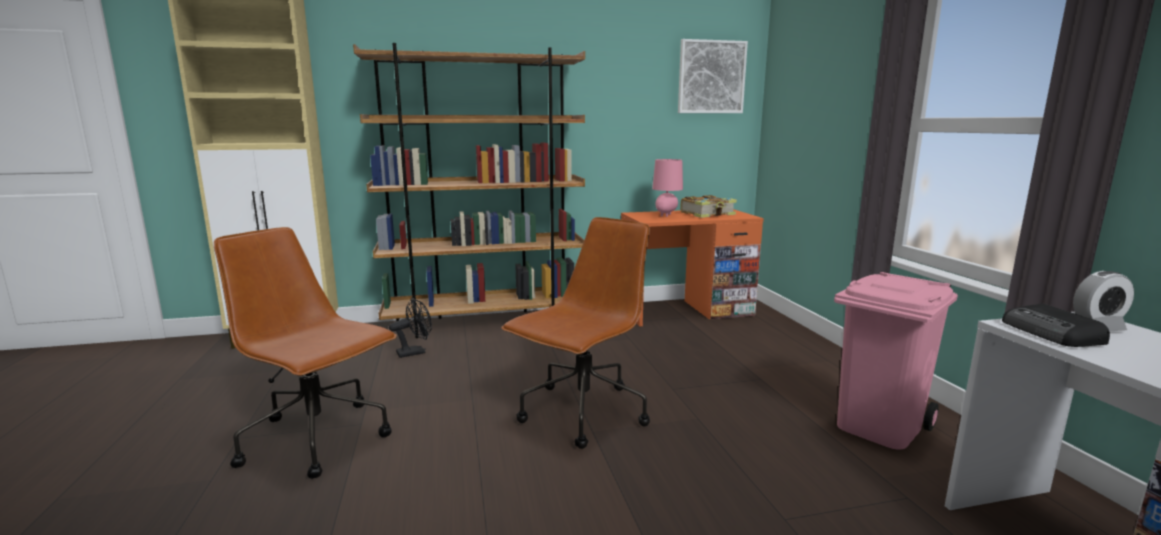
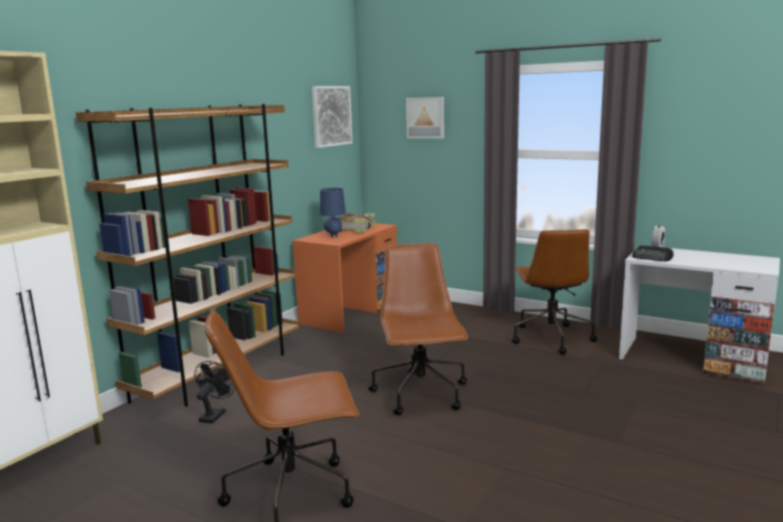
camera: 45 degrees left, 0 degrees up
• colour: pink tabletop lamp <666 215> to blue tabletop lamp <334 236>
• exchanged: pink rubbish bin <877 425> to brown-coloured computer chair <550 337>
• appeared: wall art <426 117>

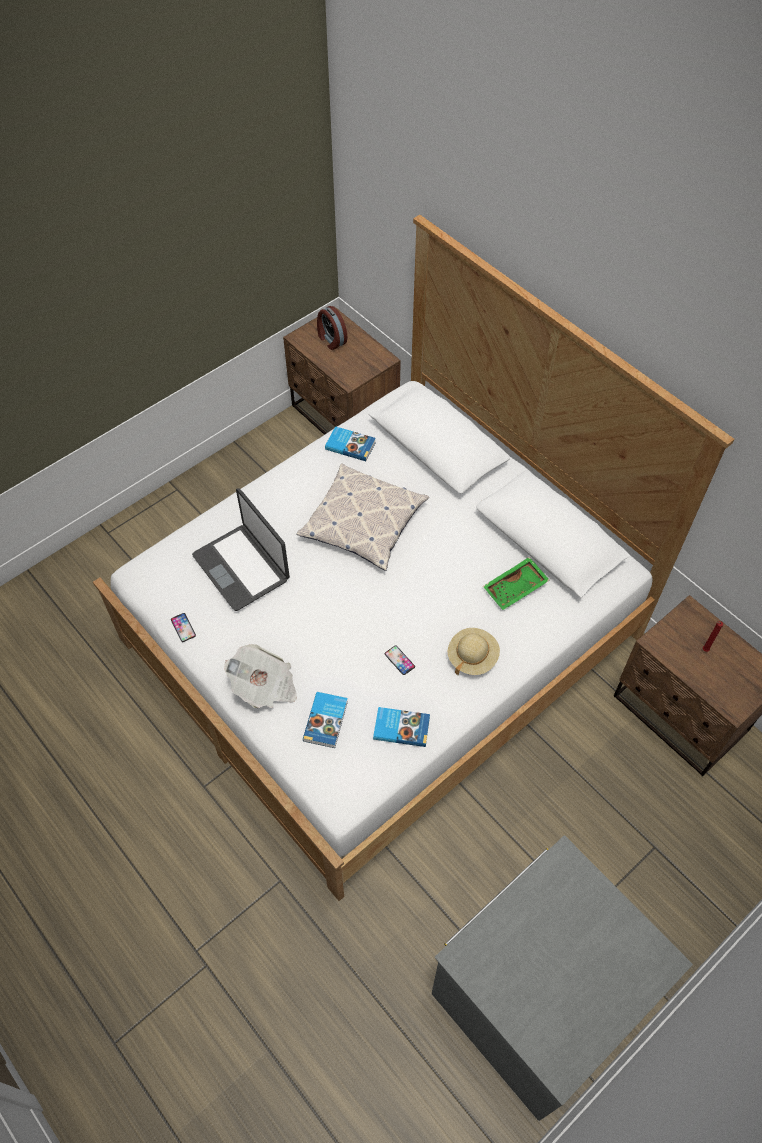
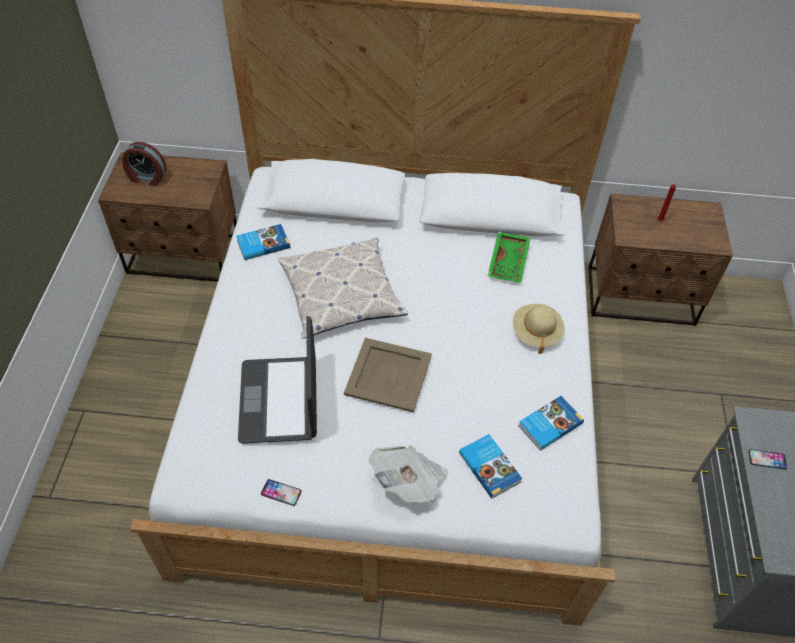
camera: 45 degrees left, 5 degrees down
• spun: portable computer <242 567> = <280 400> 75 degrees clockwise
• relocated: handset <399 660> to <767 459>
• appeared: beige carrying tray <387 375>

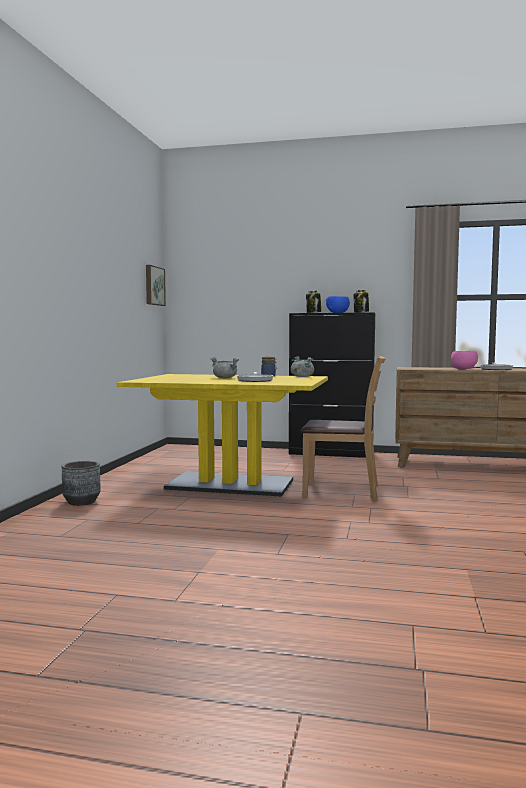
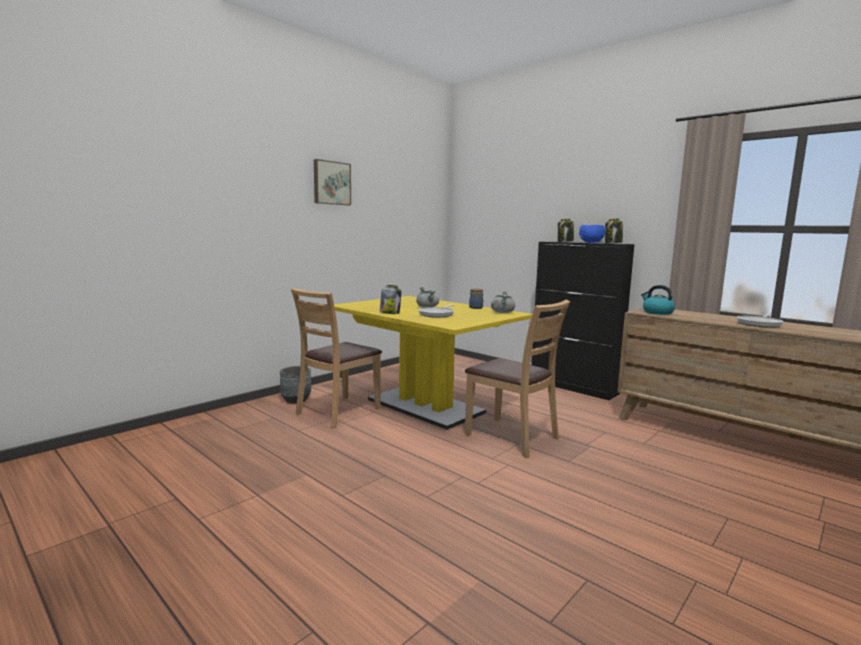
camera: 30 degrees right, 5 degrees up
• relocated: wall art <153 286> to <331 183>
• missing: pink deep dish <464 369>
• appeared: brown-coloured chair <338 411>
• appeared: storage jar <390 313>
• appeared: tea kettle <657 312>

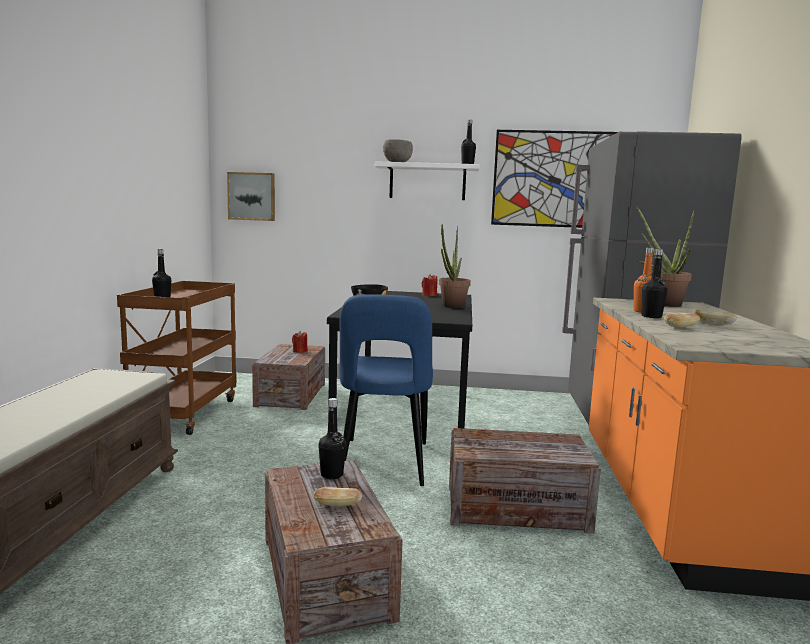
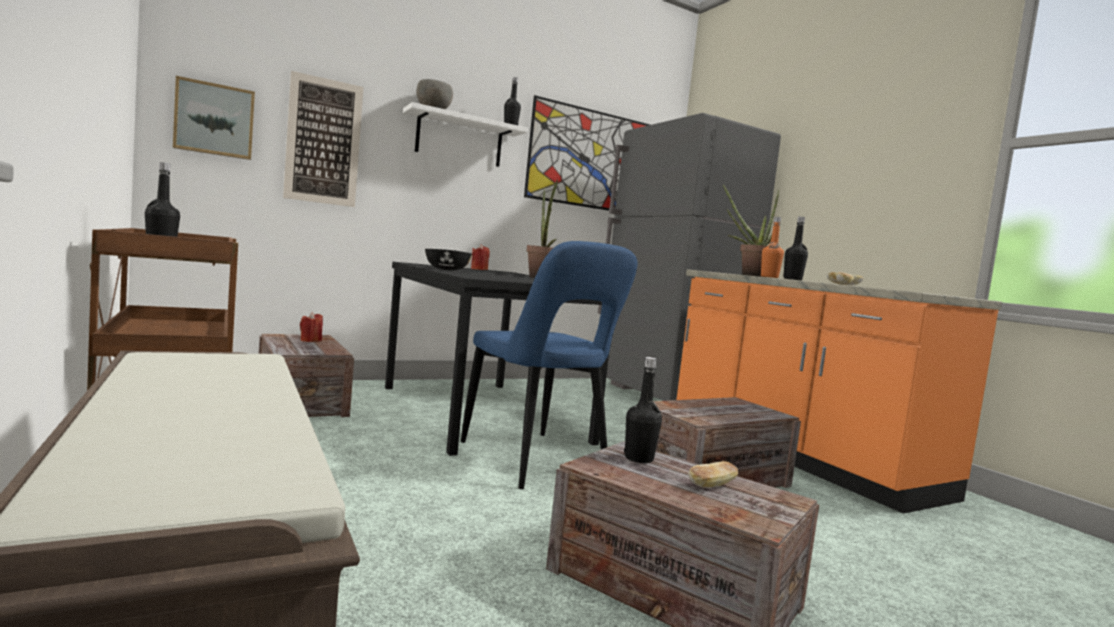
camera: 35 degrees left, 5 degrees down
• appeared: wall art <323 141>

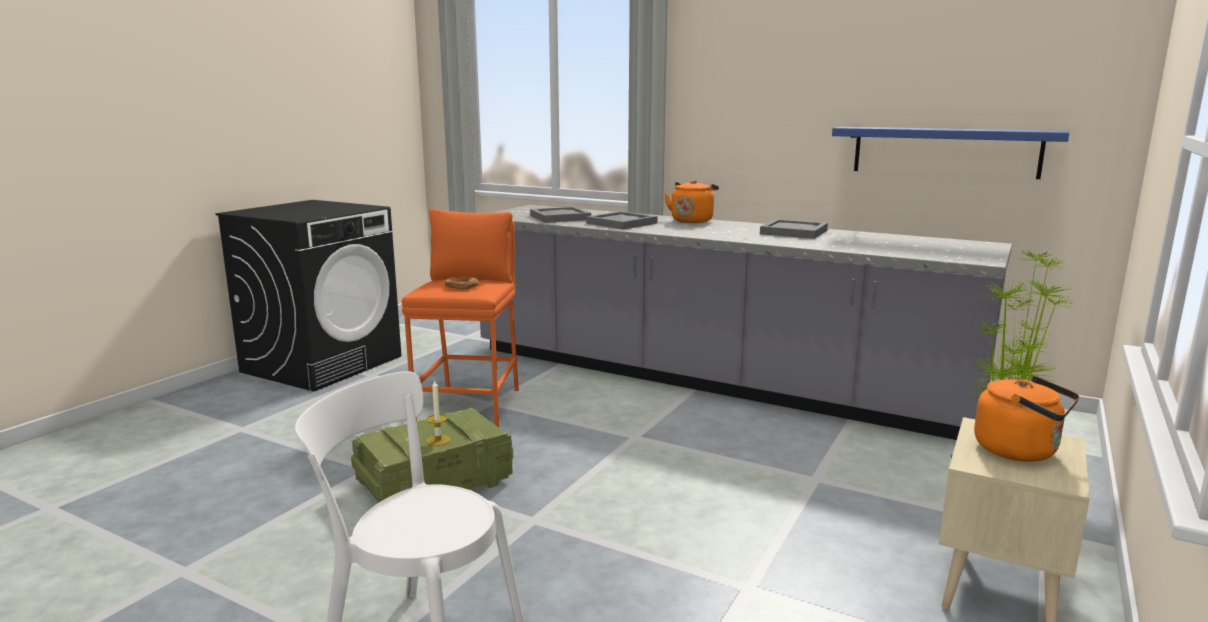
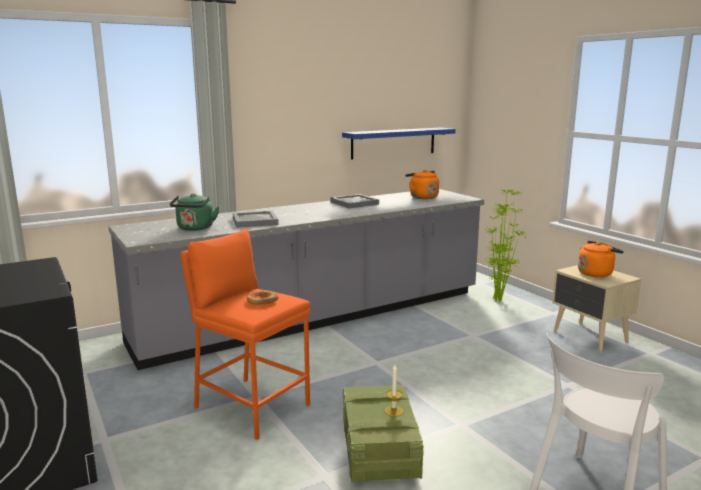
camera: 60 degrees left, 0 degrees up
• exchanged: grey carrying tray <559 217> to green-coloured tea kettle <195 228>
• relocated: orange tea kettle <692 220> to <422 197>

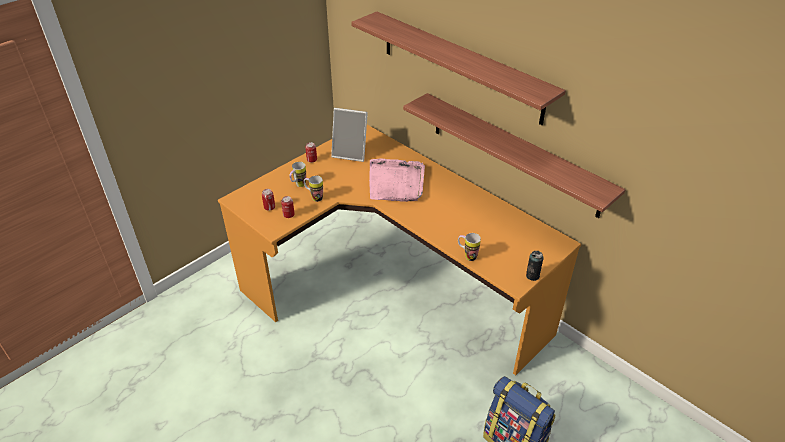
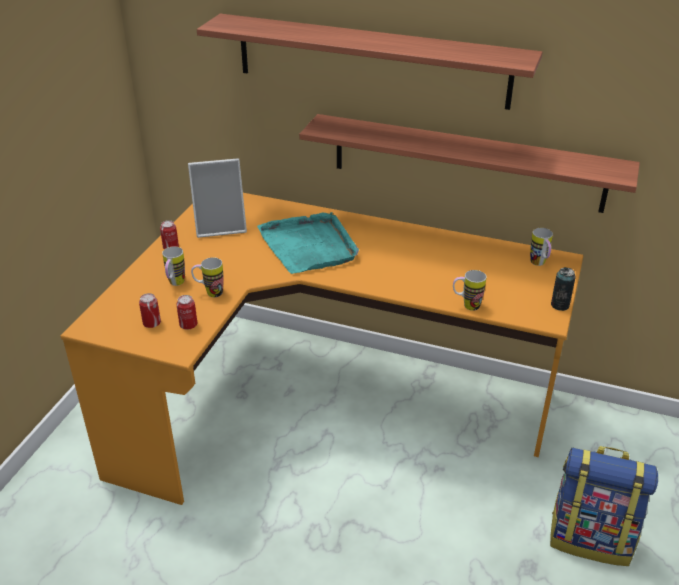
camera: 25 degrees left, 5 degrees down
• colour: pink carrying tray <396 182> to turquoise carrying tray <309 246>
• appeared: coffee mug <539 264>

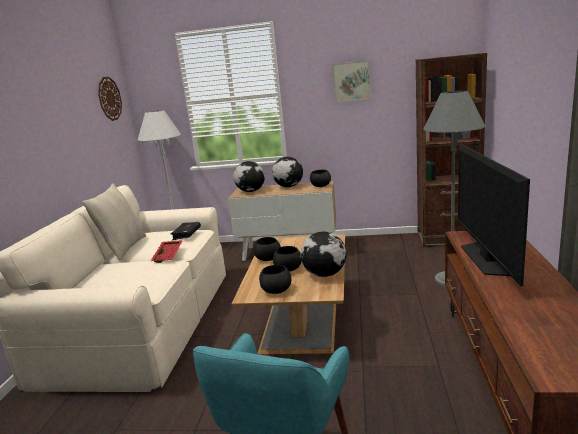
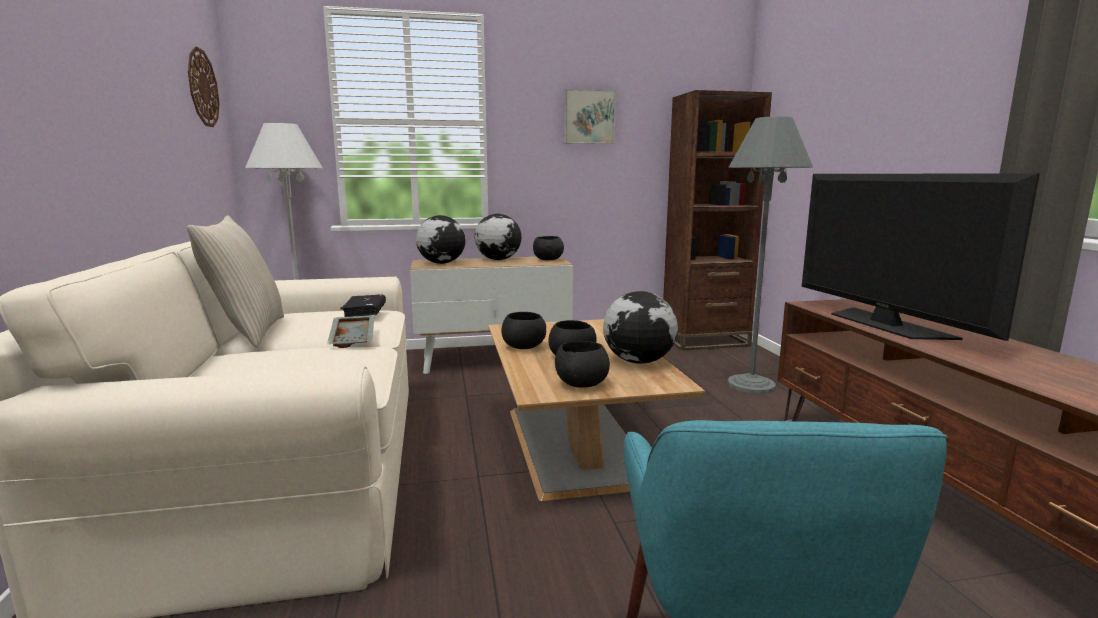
camera: 20 degrees left, 5 degrees down
• colour: reddish carrying tray <168 255> to grey carrying tray <354 339>

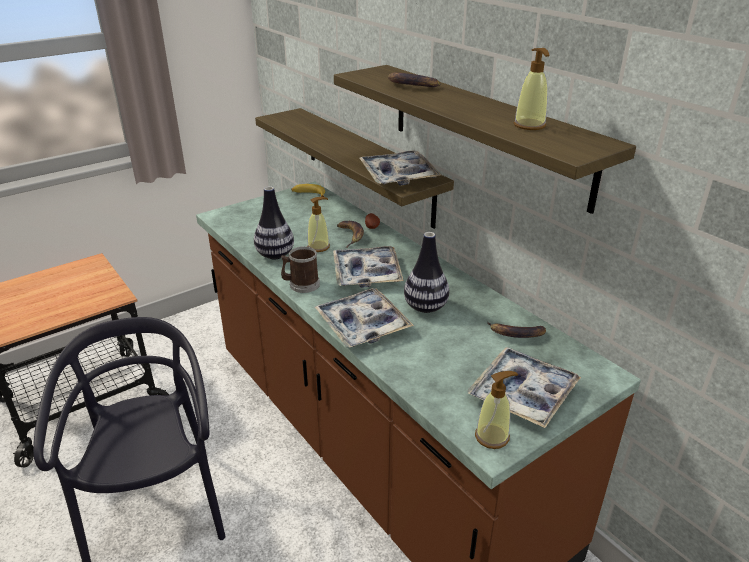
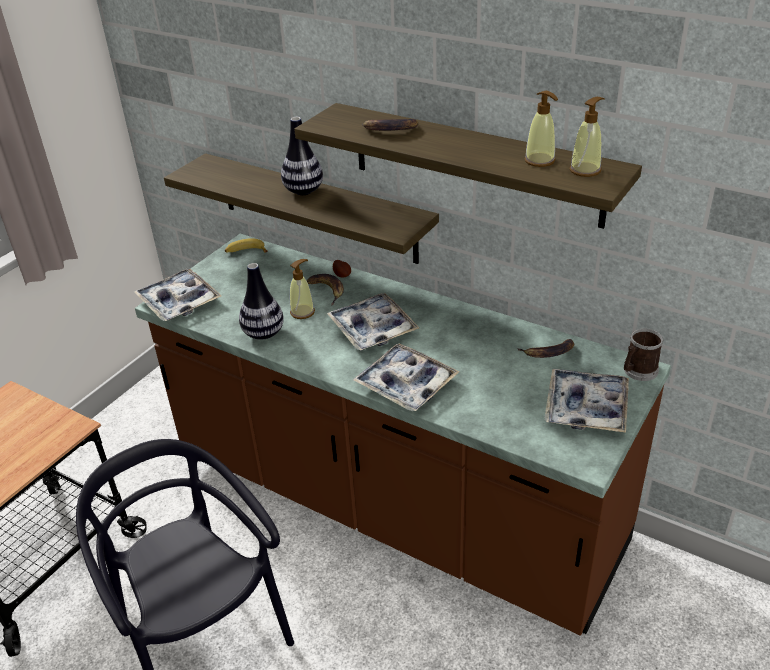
camera: 20 degrees left, 5 degrees up
• relocated: coffee mug <301 285> to <638 371>
• relocated: carrying tray <398 175> to <179 302>
• relocated: vase <425 307> to <303 191>
• relocated: soap bottle <492 436> to <585 170>

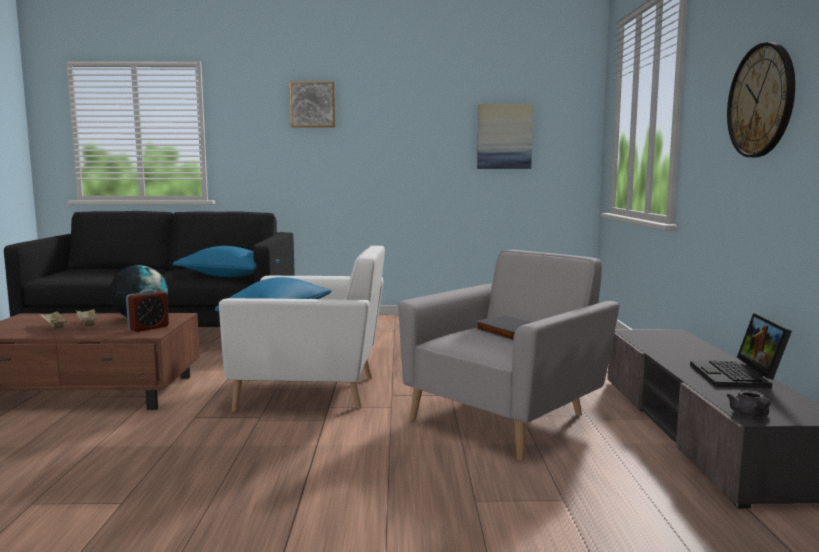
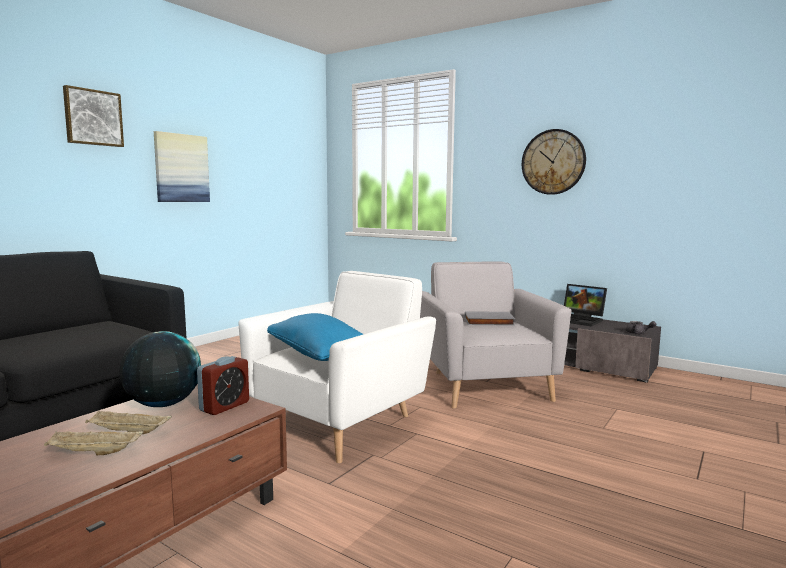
camera: 55 degrees left, 0 degrees up
• spun: alarm clock <148 328> = <224 406> 45 degrees clockwise
• missing: blue throw pillow <227 276>
• relocated: wall art <504 136> to <181 168>

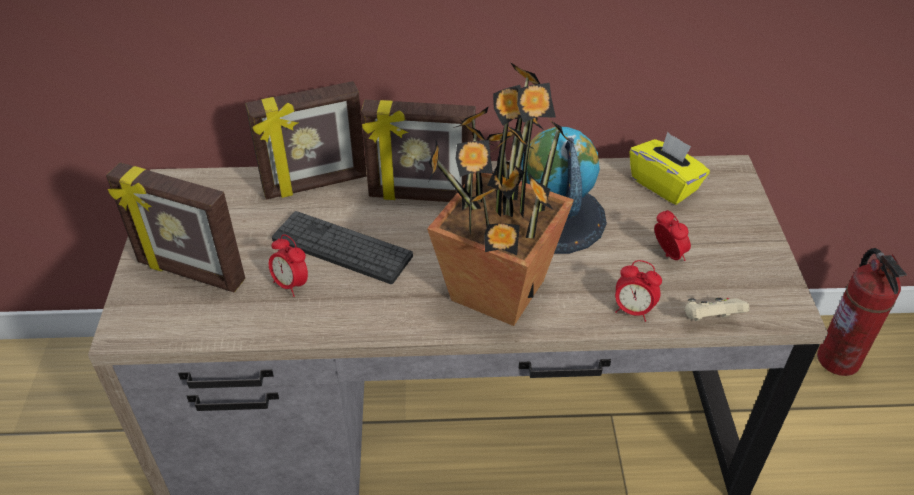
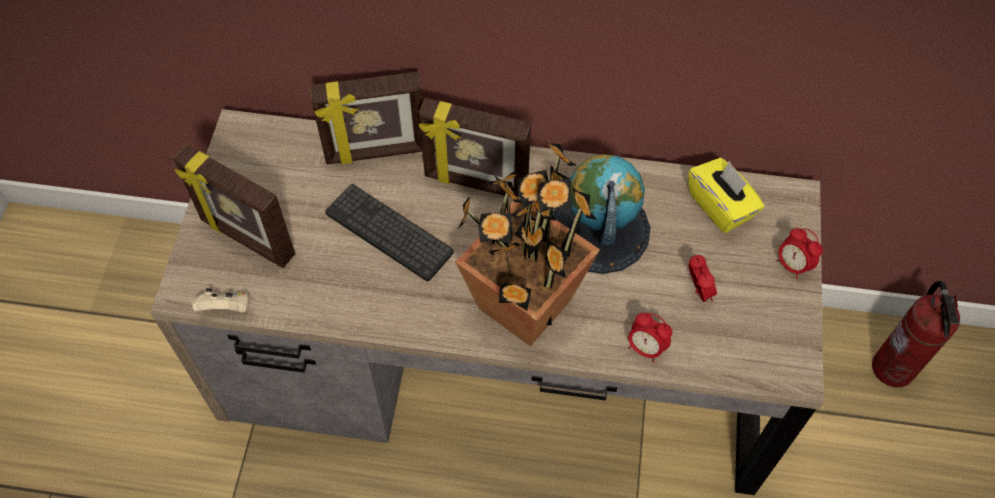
camera: 10 degrees right, 15 degrees up
• relocated: alarm clock <291 284> to <792 265>
• relocated: beige game controller <710 319> to <226 309>

